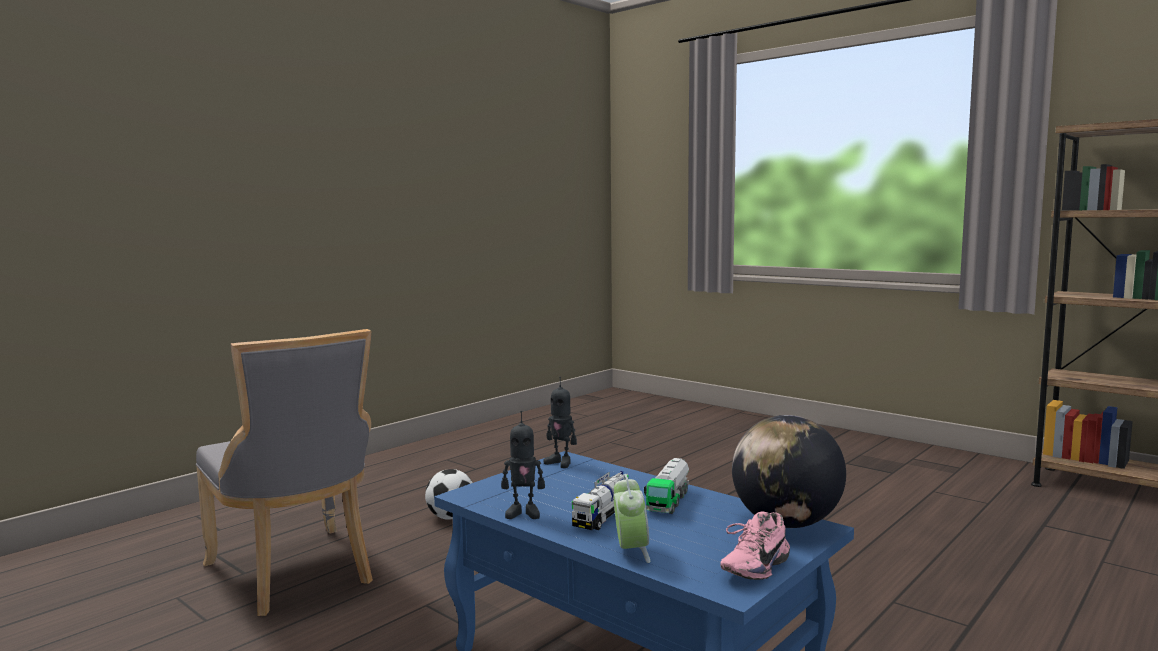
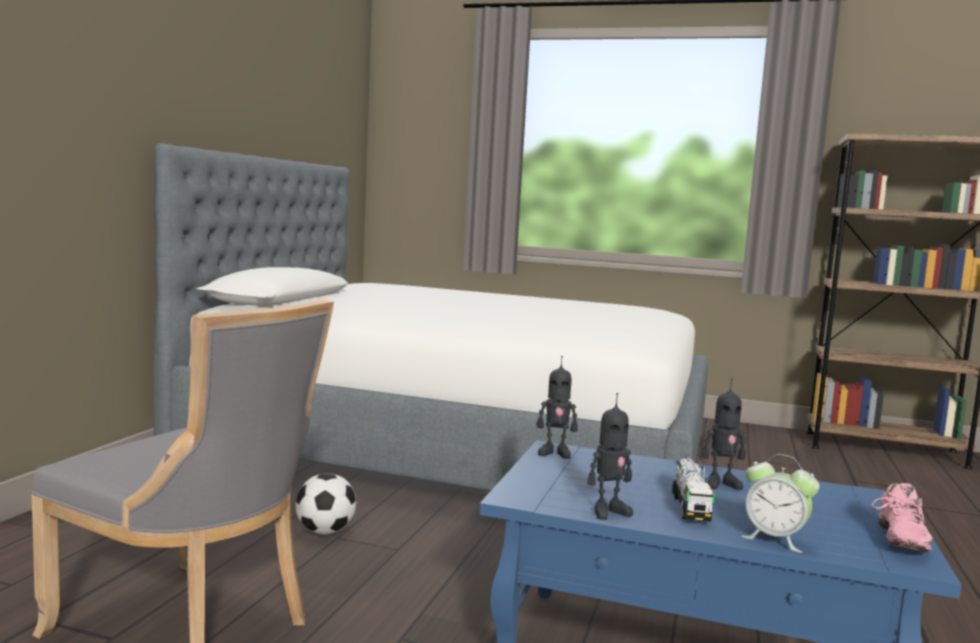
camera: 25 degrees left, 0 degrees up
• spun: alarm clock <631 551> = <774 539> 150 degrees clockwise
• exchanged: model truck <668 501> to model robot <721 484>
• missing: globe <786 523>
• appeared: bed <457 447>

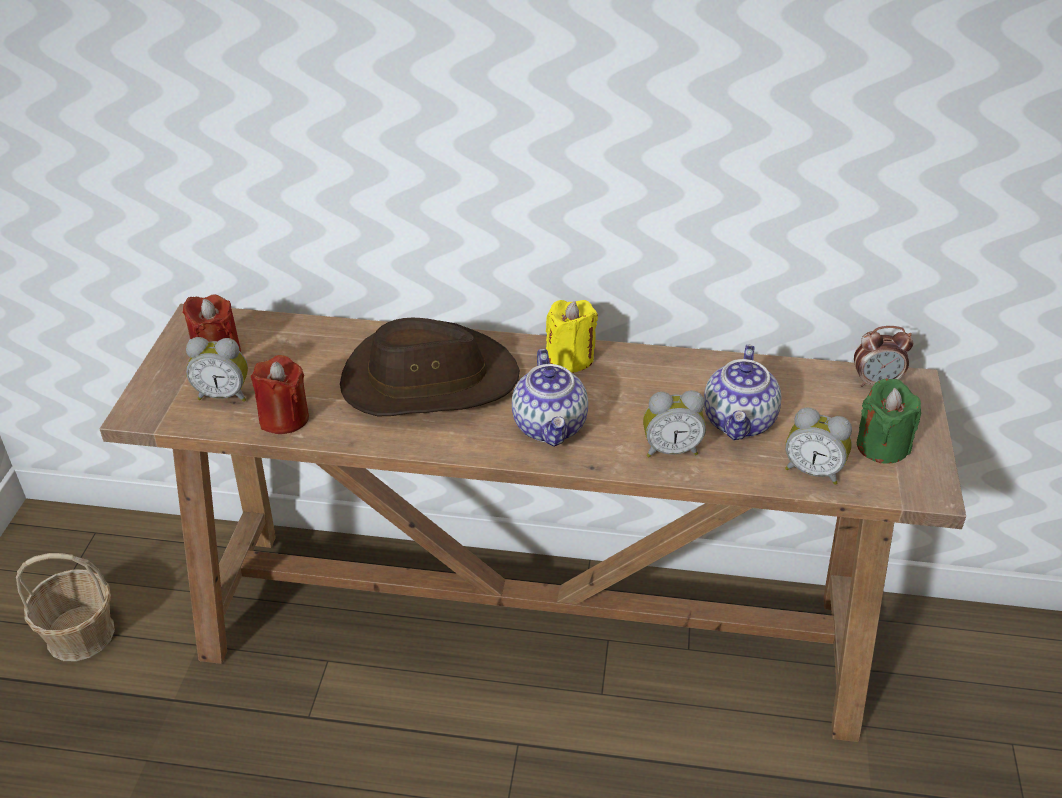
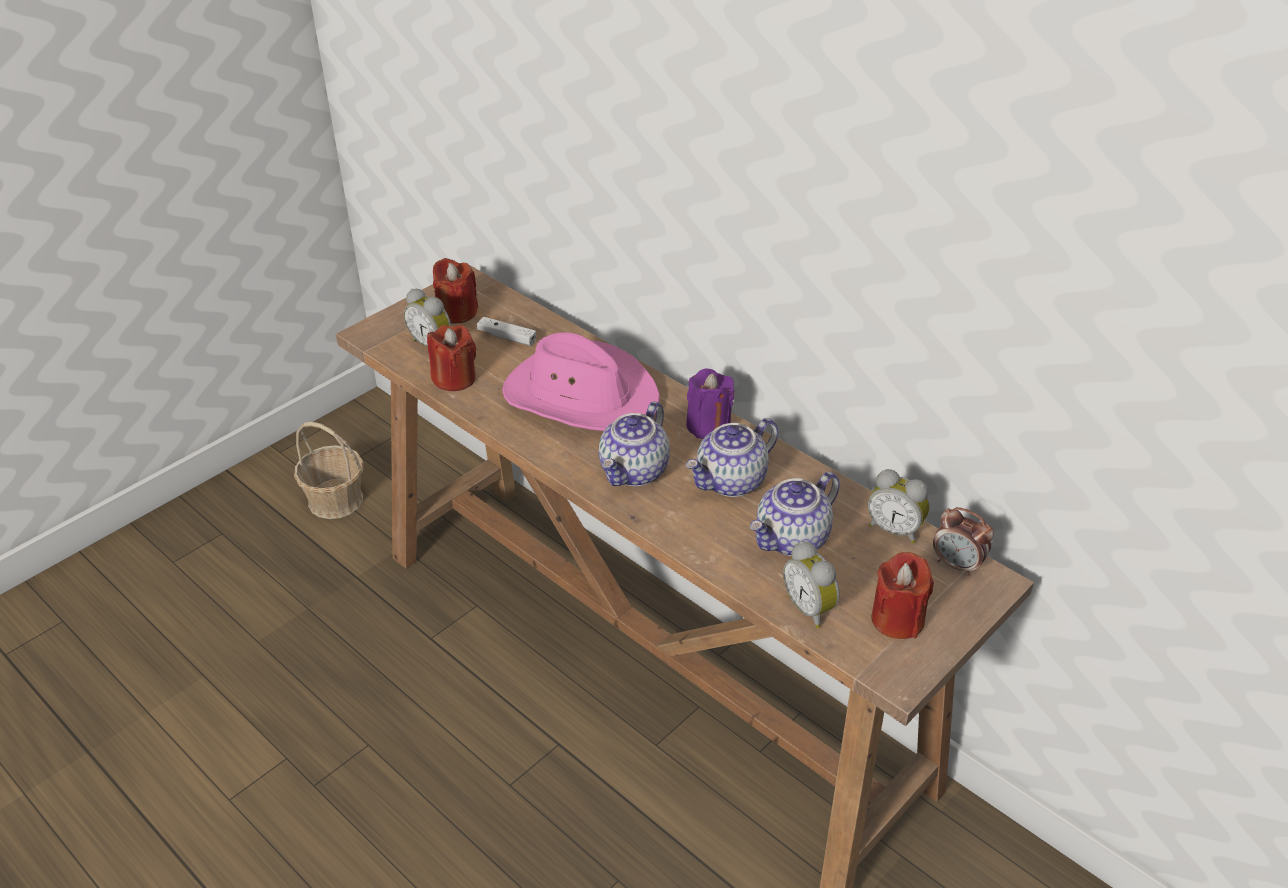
camera: 35 degrees right, 0 degrees up
• colour: brown-coloured clothing hat <428 380> to pink clothing hat <581 395>
• colour: yellowish wax candle <570 358> to purple-coloured wax candle <708 425>
• relocated: alarm clock <670 449> to <895 529>
• colour: green-coloured wax candle <881 446> to reddish wax candle <897 619>
• appeared: whitish game controller <507 337>
• appeared: tea pot <731 482>

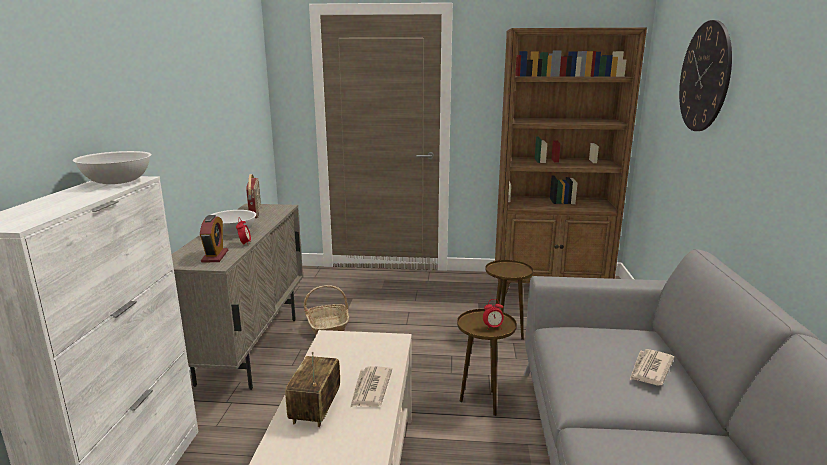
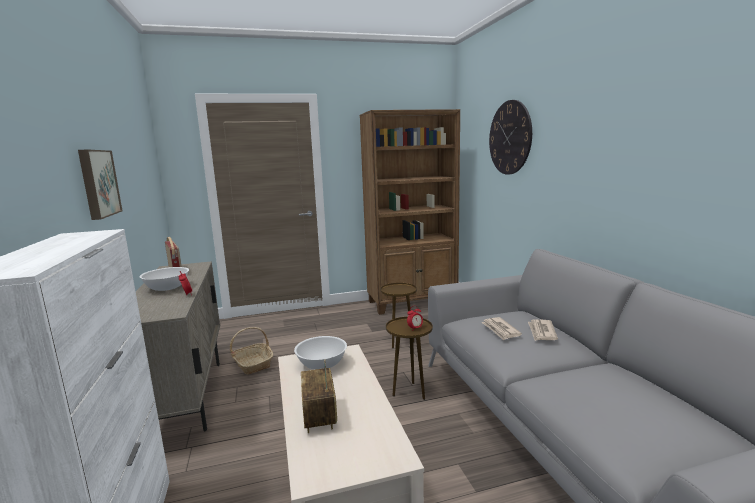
camera: 20 degrees left, 5 degrees down
• relocated: whitish deep dish <118 181> to <322 364>
• missing: alarm clock <215 256>
• relocated: newspaper <370 389> to <500 330>
• appeared: wall art <97 183>

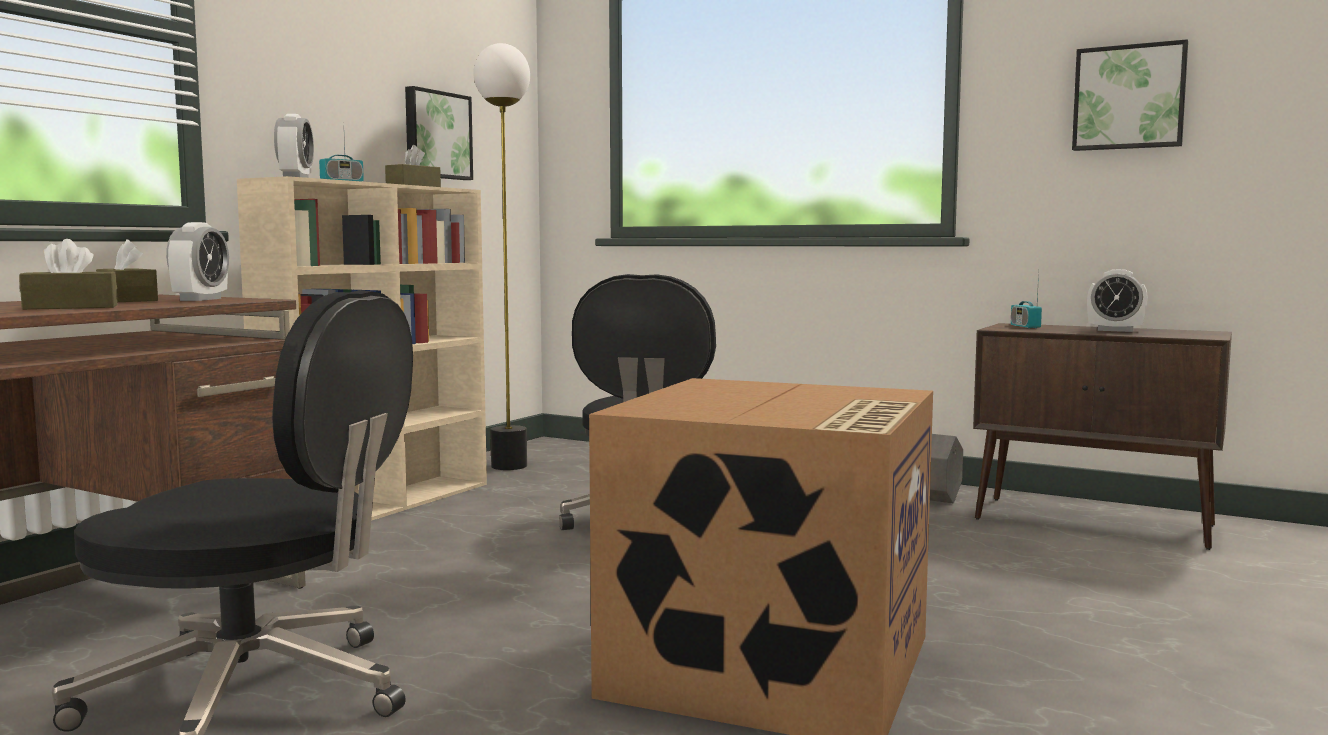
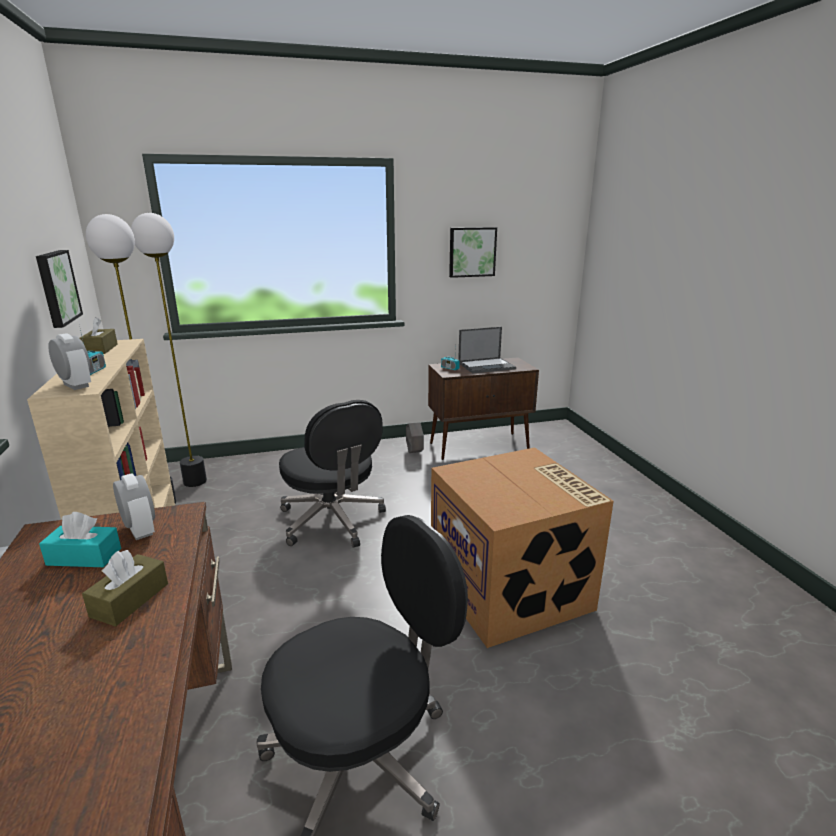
camera: 45 degrees left, 15 degrees up
• colour: brown-coloured box of tissues <127 300> to turquoise box of tissues <84 557>
• exchanged: alarm clock <1115 330> to portable computer <487 366>
• appeared: standing lamp <195 481>

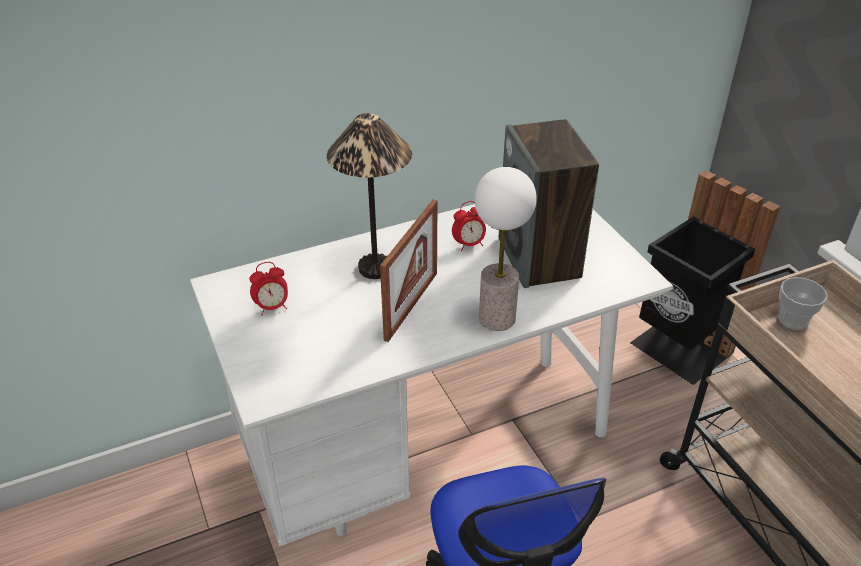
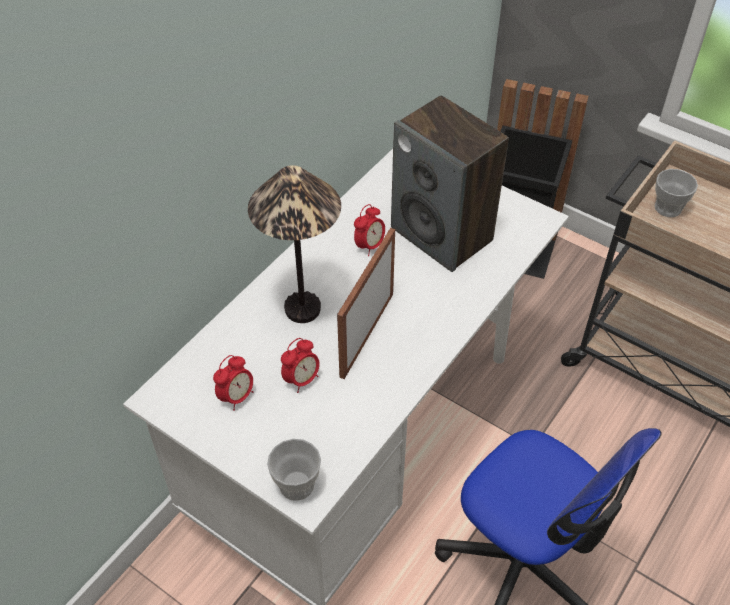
camera: 30 degrees left, 10 degrees up
• spun: picture frame <411 305> = <367 334> 150 degrees counterclockwise
• missing: tabletop lamp <497 318>
• appeared: cup <296 485>
• appeared: alarm clock <302 380>

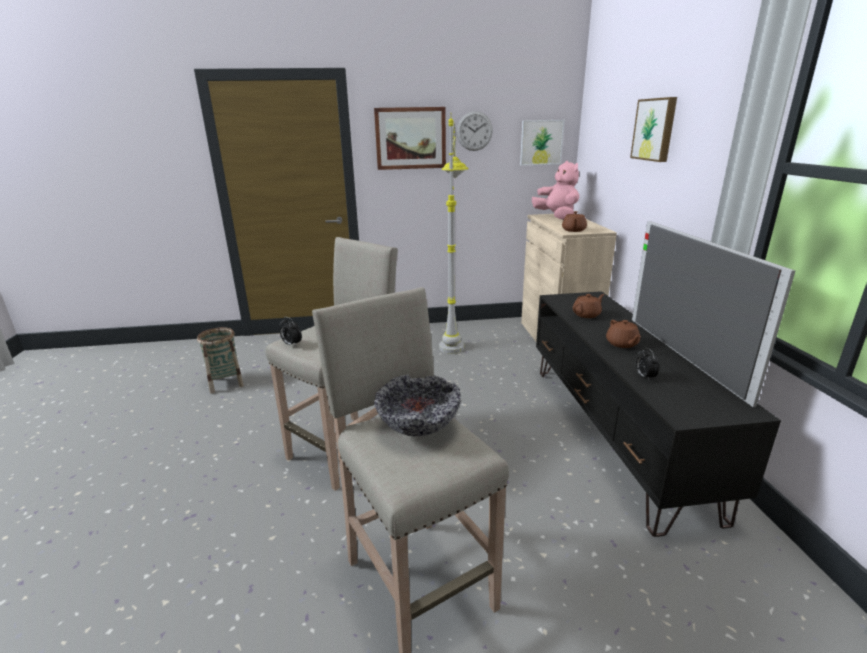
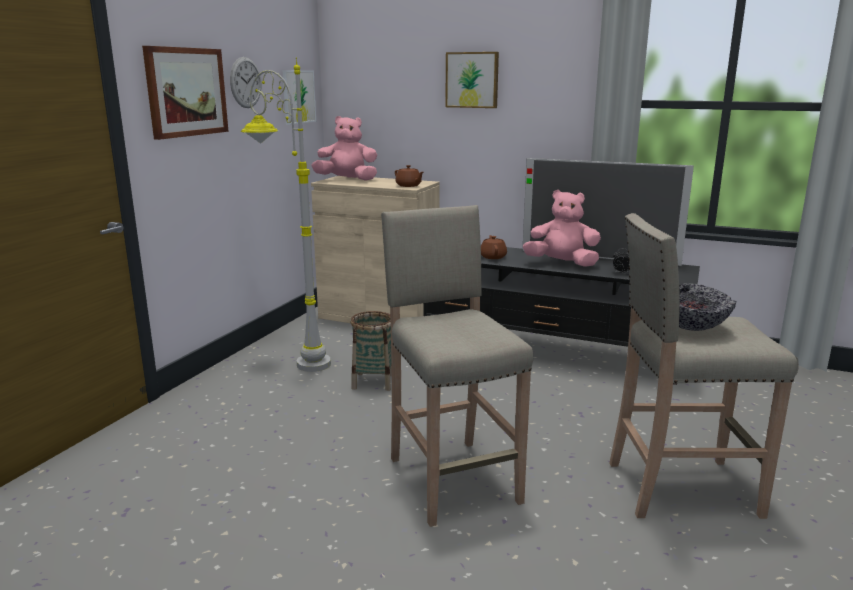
camera: 60 degrees left, 5 degrees down
• relocated: storage basket <226 383> to <373 381>
• missing: alarm clock <291 344>
• exchanged: brown-coloured tea pot <622 344> to pink soft toy <562 263>

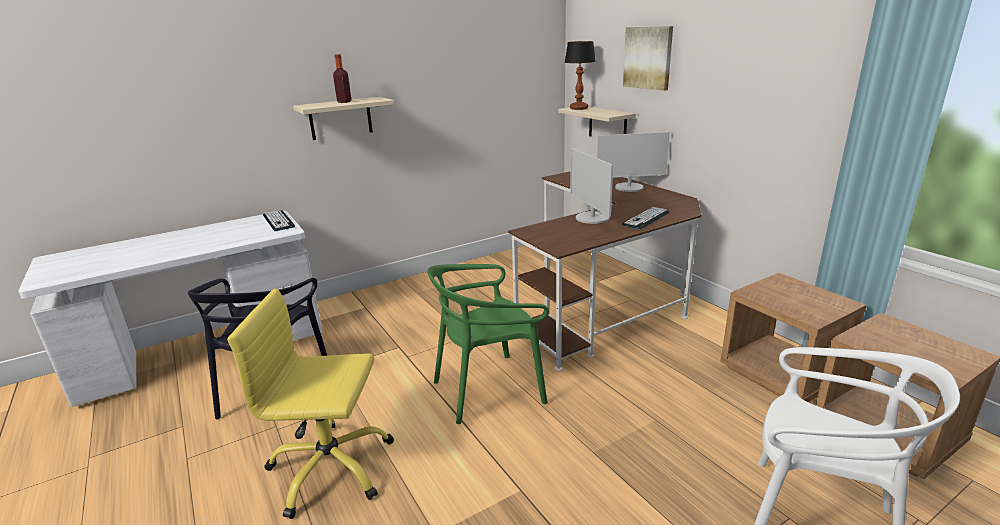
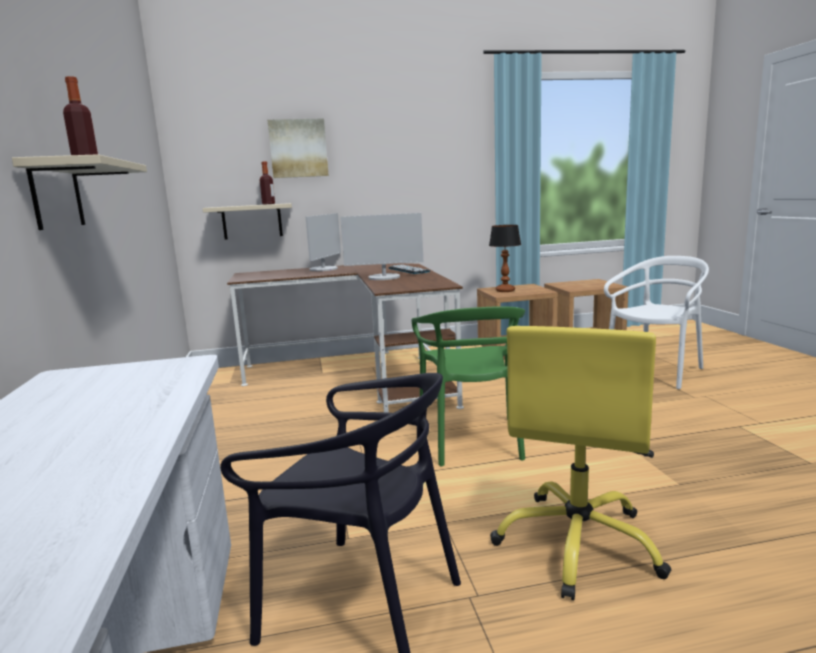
camera: 70 degrees left, 10 degrees down
• missing: PC keyboard <278 221>
• relocated: tabletop lamp <578 108> to <504 291>
• appeared: drink bottle <268 204>

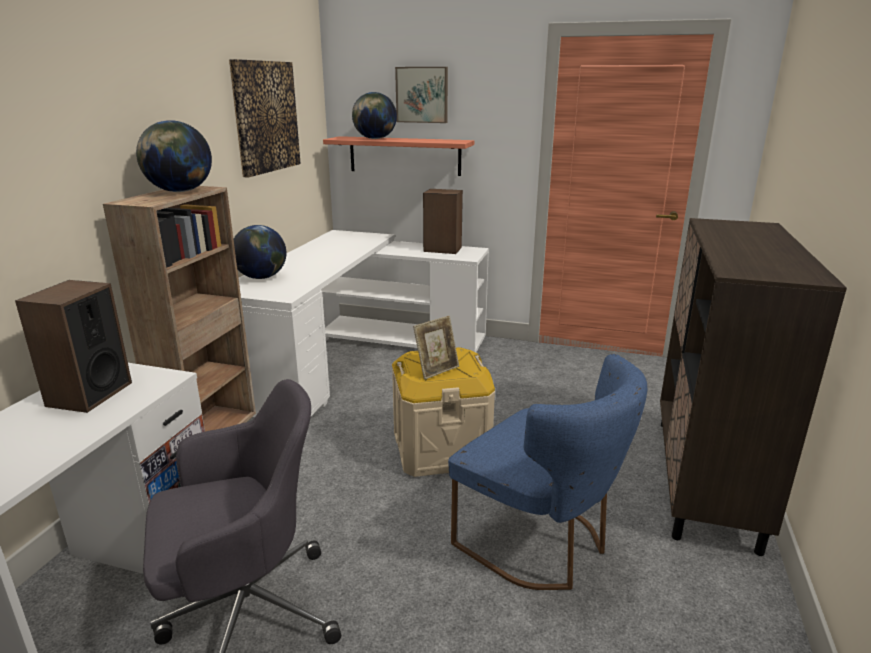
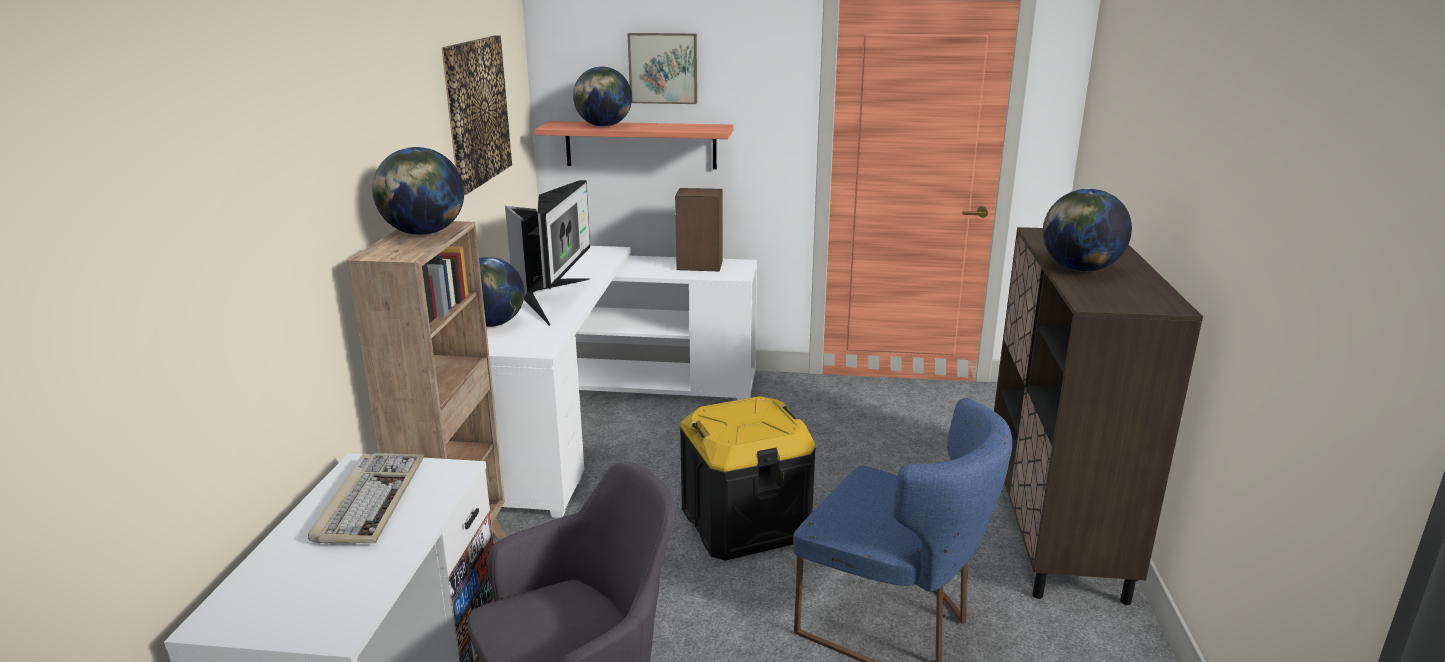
camera: 10 degrees left, 0 degrees up
• exchanged: speaker <89 394> to PC keyboard <370 501>
• colour: beige storage bin <440 448> to blackish storage bin <745 523>
• missing: picture frame <437 370>
• appeared: monitor <553 299>
• appeared: globe <1079 269>

